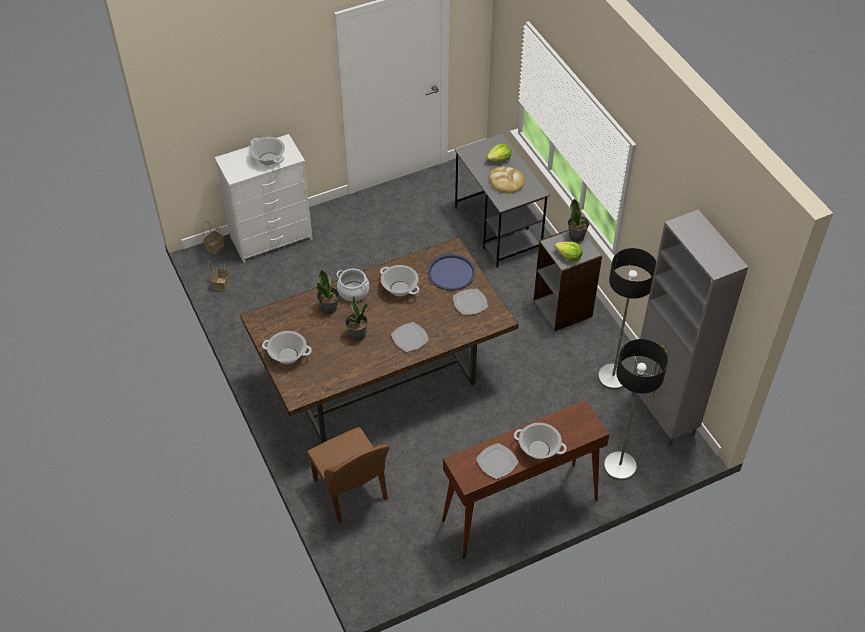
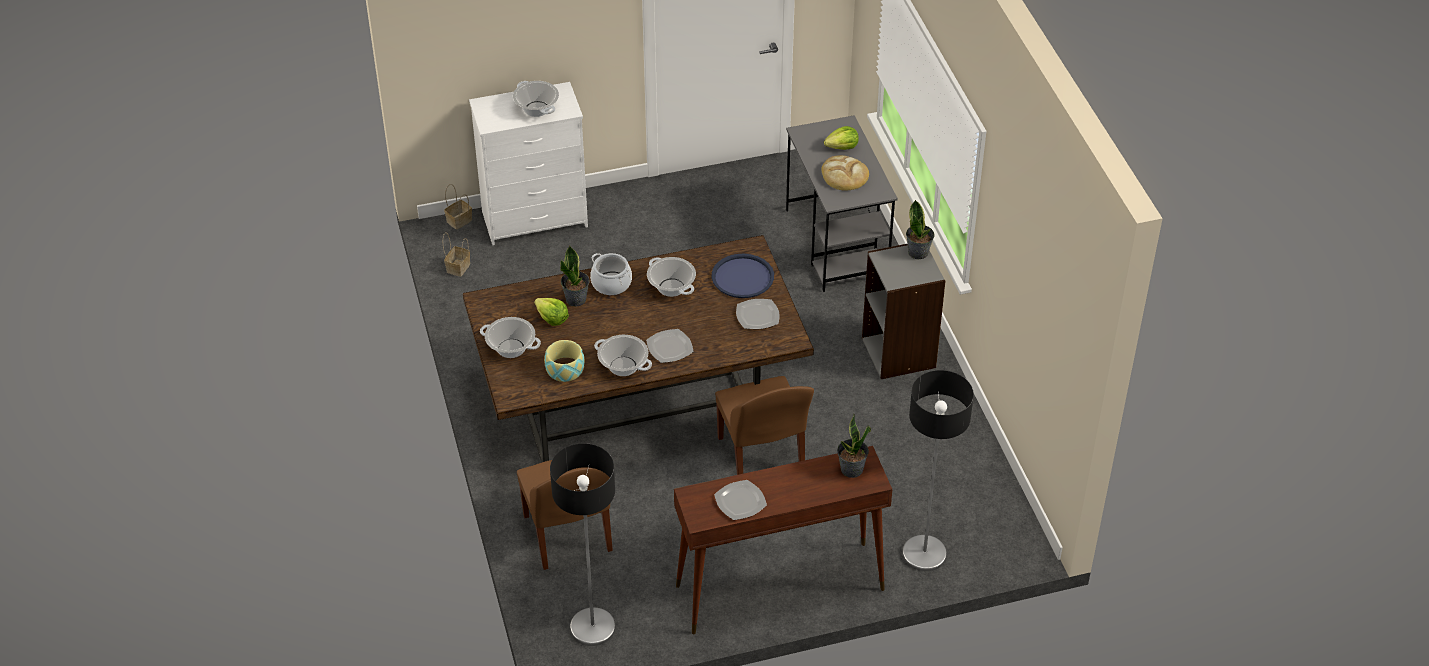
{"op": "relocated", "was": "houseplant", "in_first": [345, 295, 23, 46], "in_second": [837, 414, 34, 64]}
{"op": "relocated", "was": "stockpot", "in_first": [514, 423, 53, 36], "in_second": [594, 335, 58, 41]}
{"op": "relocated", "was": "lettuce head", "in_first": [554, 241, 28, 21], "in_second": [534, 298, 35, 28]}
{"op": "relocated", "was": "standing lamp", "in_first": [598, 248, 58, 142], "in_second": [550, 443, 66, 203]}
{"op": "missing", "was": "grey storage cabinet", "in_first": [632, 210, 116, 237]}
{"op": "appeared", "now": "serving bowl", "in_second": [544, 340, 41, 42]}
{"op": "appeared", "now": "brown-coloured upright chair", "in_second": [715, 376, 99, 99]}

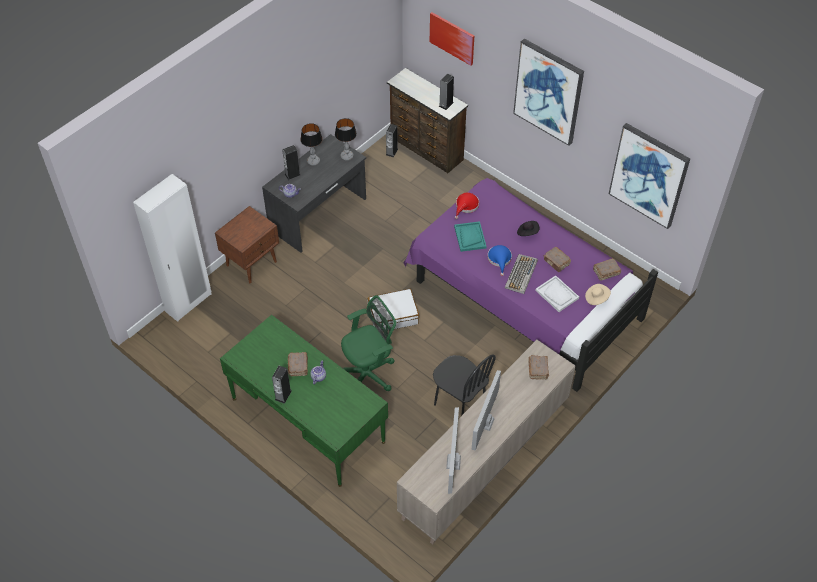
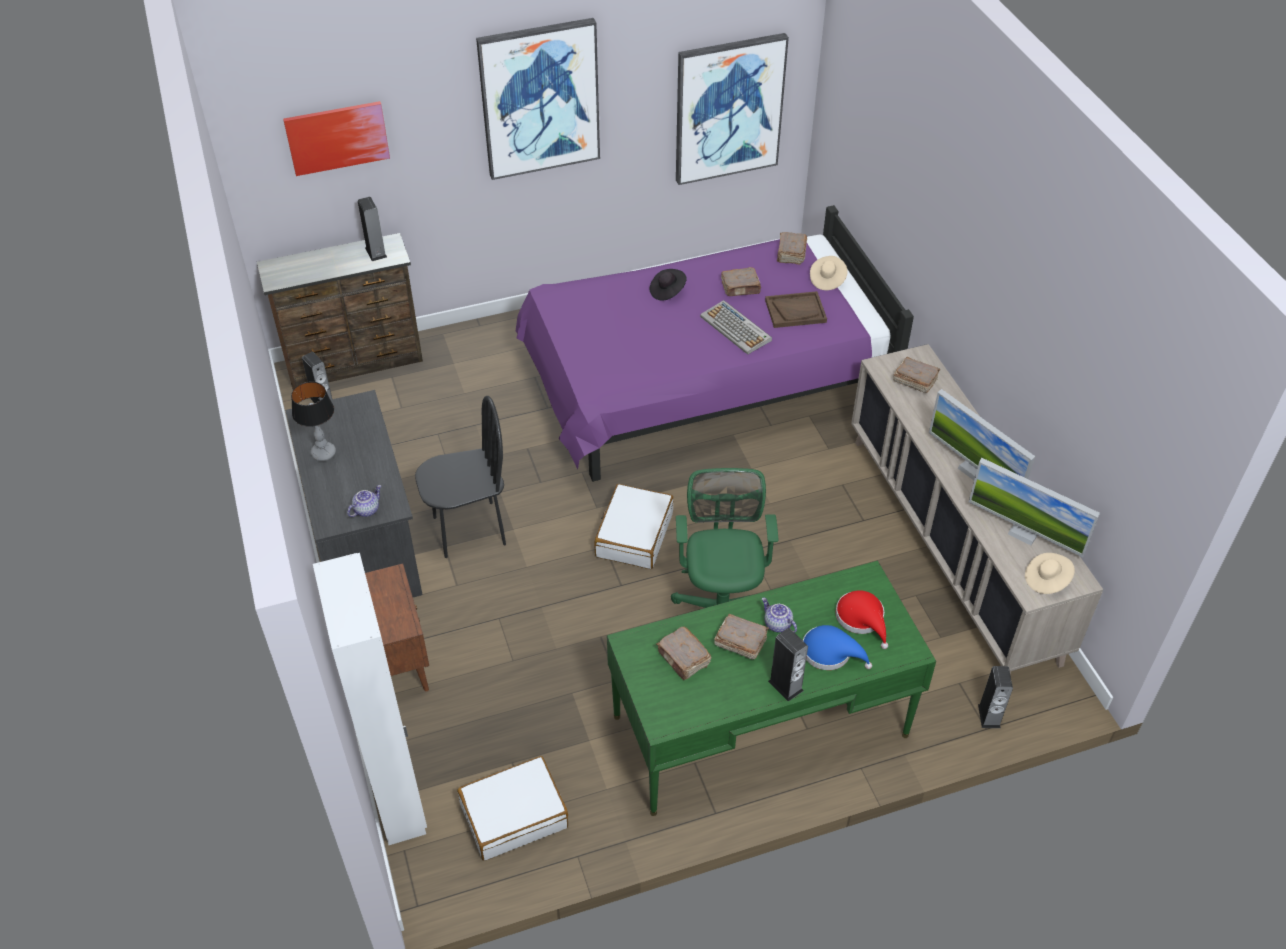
{"op": "relocated", "was": "loudspeaker", "in_first": [282, 145, 19, 35], "in_second": [978, 666, 35, 62]}
{"op": "missing", "was": "table lamp", "in_first": [335, 118, 22, 43]}
{"op": "relocated", "was": "black upright chair", "in_first": [433, 355, 63, 61], "in_second": [415, 396, 91, 162]}
{"op": "missing", "was": "turquoise carrying tray", "in_first": [454, 221, 33, 31]}
{"op": "relocated", "was": "red hat", "in_first": [455, 193, 24, 26], "in_second": [835, 590, 53, 59]}
{"op": "relocated", "was": "blue-coloured hat", "in_first": [488, 245, 24, 31], "in_second": [803, 625, 69, 45]}
{"op": "colour", "was": "white carrying tray", "now": "brown-coloured carrying tray", "in_first": [535, 275, 44, 37], "in_second": [765, 291, 62, 37]}
{"op": "appeared", "now": "white suitcase", "in_second": [457, 756, 111, 105]}
{"op": "appeared", "now": "brown-coloured volume", "in_second": [656, 626, 55, 54]}
{"op": "appeared", "now": "beige hat", "in_second": [1025, 553, 50, 41]}

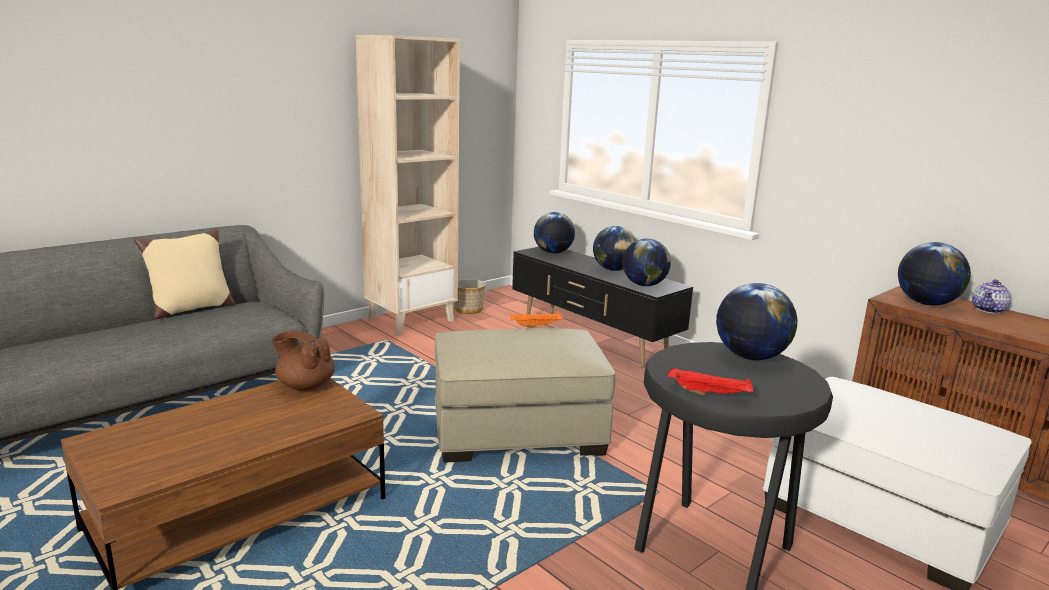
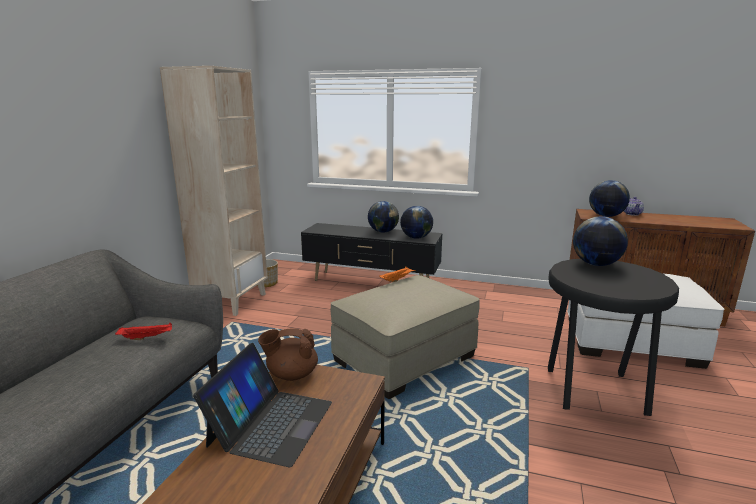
{"op": "missing", "was": "beige cushion", "in_first": [134, 229, 101, 90]}
{"op": "missing", "was": "globe", "in_first": [534, 212, 41, 42]}
{"op": "relocated", "was": "red carrying tray", "in_first": [668, 368, 85, 28], "in_second": [115, 322, 57, 18]}
{"op": "appeared", "now": "laptop", "in_second": [193, 343, 139, 125]}

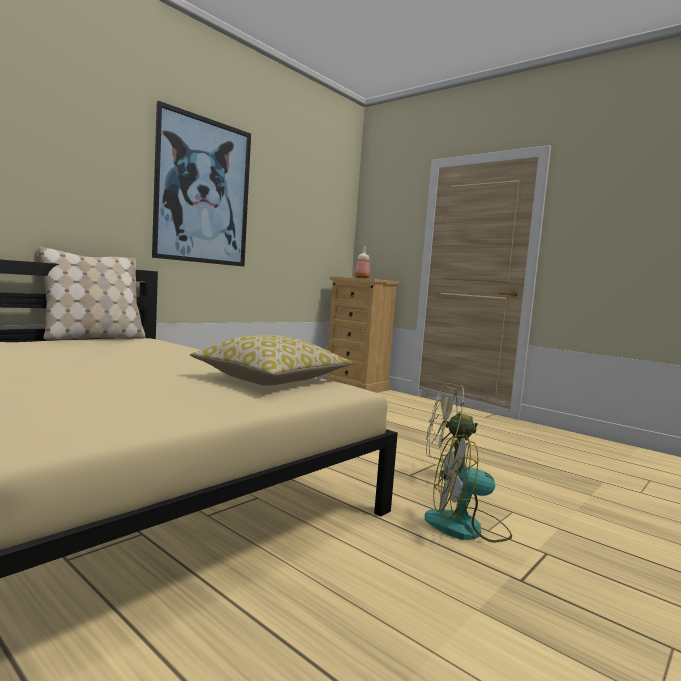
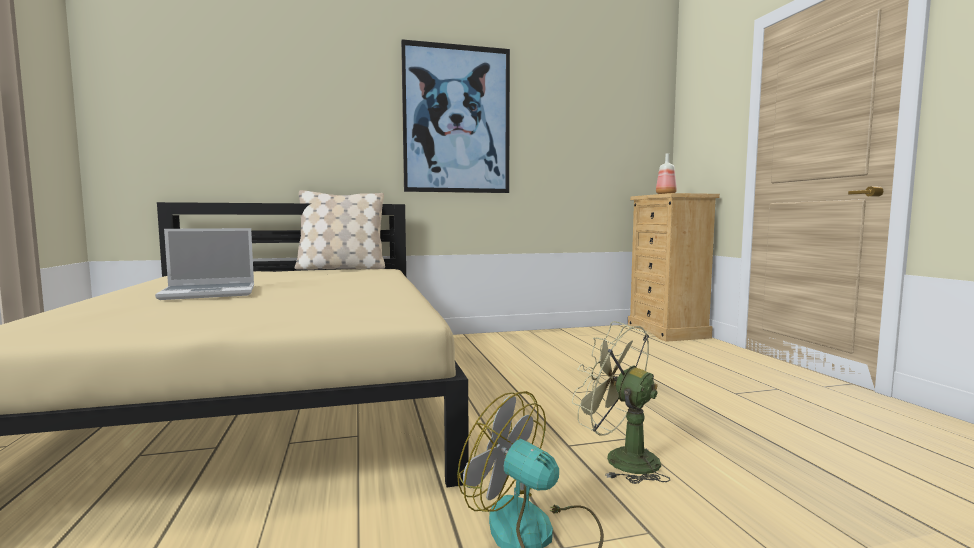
{"op": "missing", "was": "cushion", "in_first": [190, 335, 162, 51]}
{"op": "appeared", "now": "laptop", "in_second": [155, 228, 99, 72]}

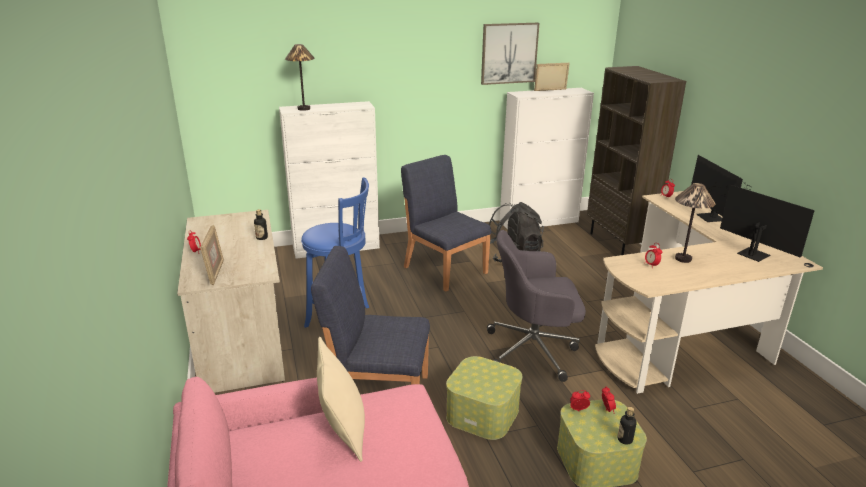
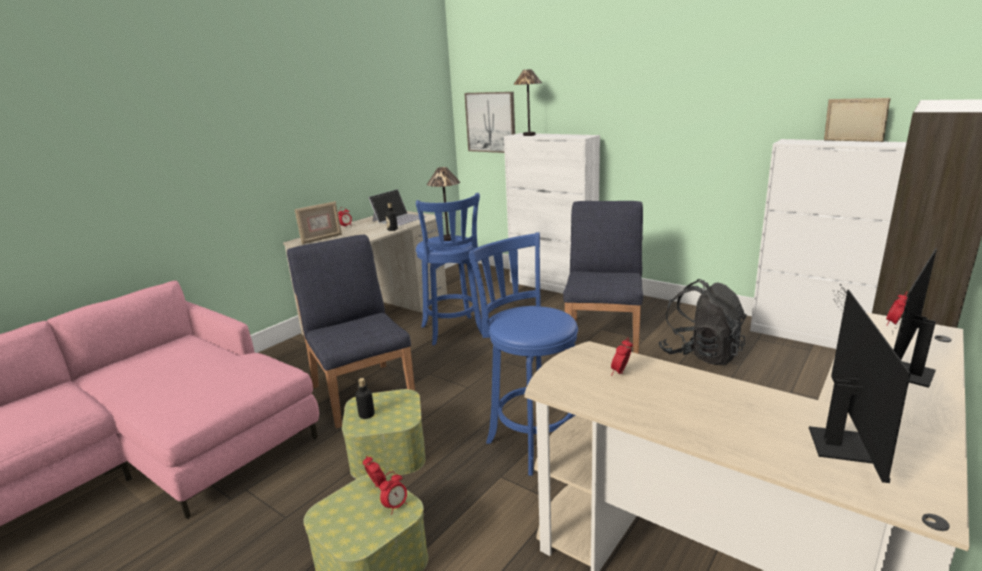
{"op": "missing", "was": "beige cushion", "in_first": [317, 337, 48, 125]}
{"op": "relocated", "was": "wall picture", "in_first": [481, 23, 58, 62], "in_second": [464, 92, 51, 61]}
{"op": "exchanged", "was": "grey office chair", "now": "blue-coloured stool seat", "in_first": [487, 230, 99, 152], "in_second": [469, 232, 109, 244]}
{"op": "relocated", "was": "beverage bottle", "in_first": [618, 407, 19, 38], "in_second": [356, 378, 19, 41]}
{"op": "relocated", "was": "table lamp", "in_first": [675, 183, 41, 80], "in_second": [427, 167, 33, 74]}
{"op": "appeared", "now": "laptop", "in_second": [368, 189, 59, 37]}

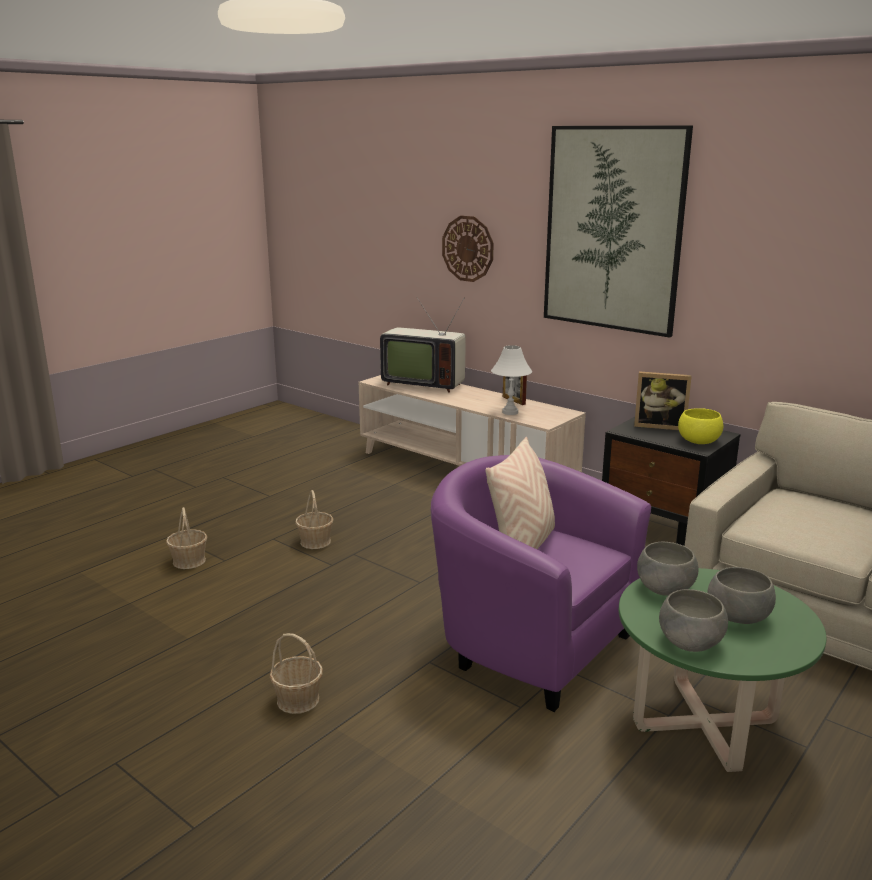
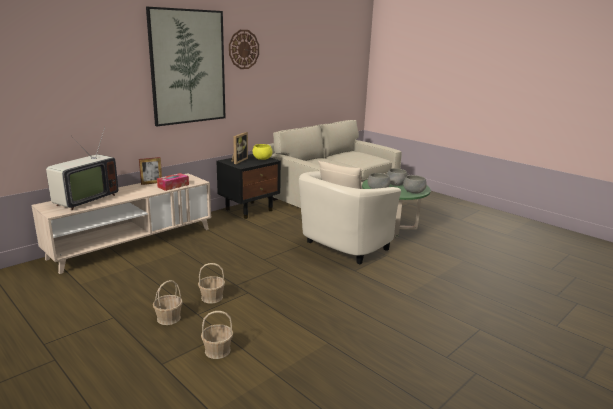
{"op": "relocated", "was": "basket", "in_first": [270, 633, 53, 81], "in_second": [153, 280, 30, 45]}
{"op": "colour", "was": "purple-coloured lounge chair", "now": "beige lounge chair", "in_first": [431, 455, 220, 257], "in_second": [299, 171, 102, 94]}
{"op": "relocated", "was": "wall clock", "in_first": [442, 216, 52, 66], "in_second": [229, 30, 30, 39]}
{"op": "exchanged", "was": "white table lamp", "now": "tissue box", "in_first": [491, 345, 41, 70], "in_second": [157, 173, 32, 18]}

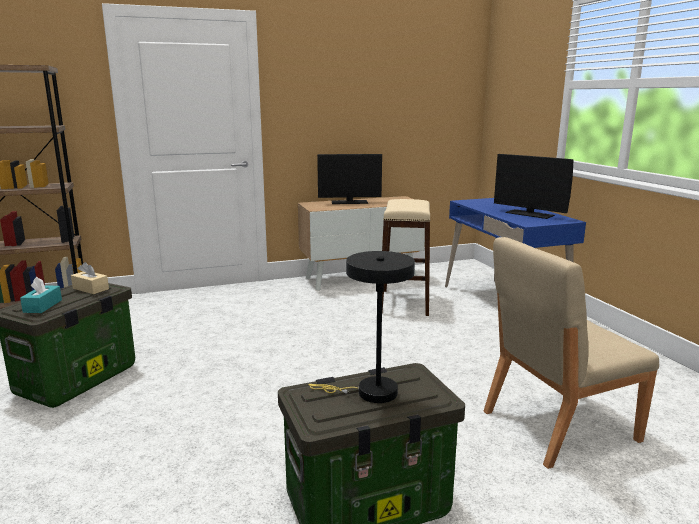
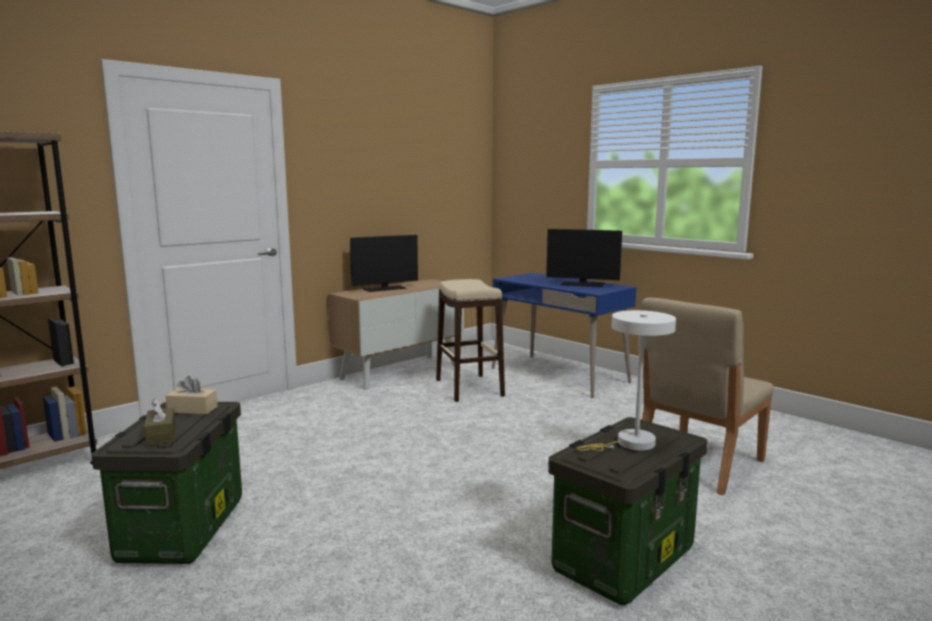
{"op": "colour", "was": "turquoise tissue box", "now": "brown-coloured tissue box", "in_first": [20, 277, 42, 36], "in_second": [144, 398, 32, 48]}
{"op": "colour", "was": "black table lamp", "now": "white table lamp", "in_first": [308, 251, 107, 152], "in_second": [576, 310, 100, 141]}

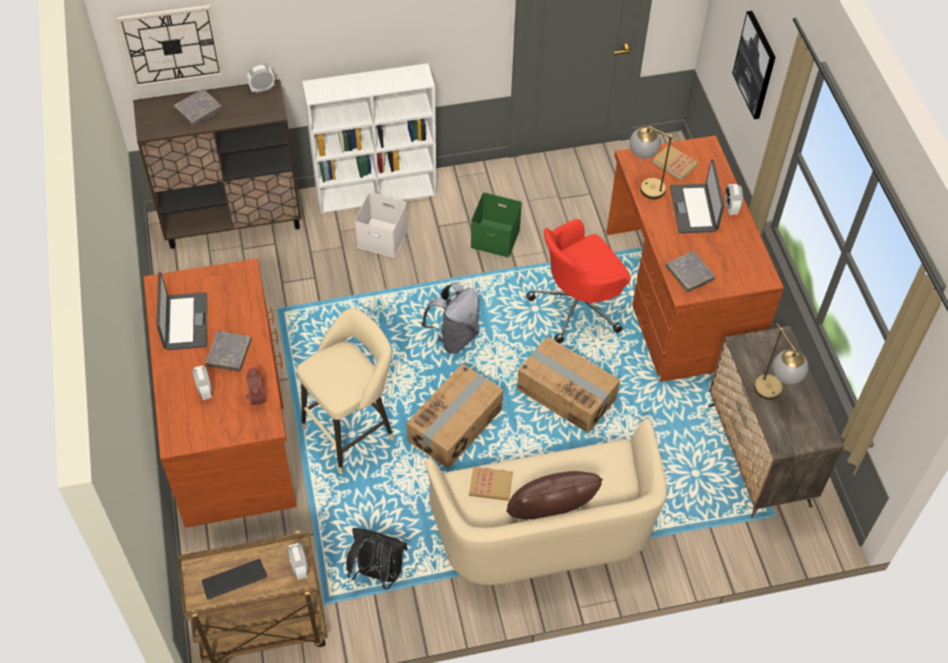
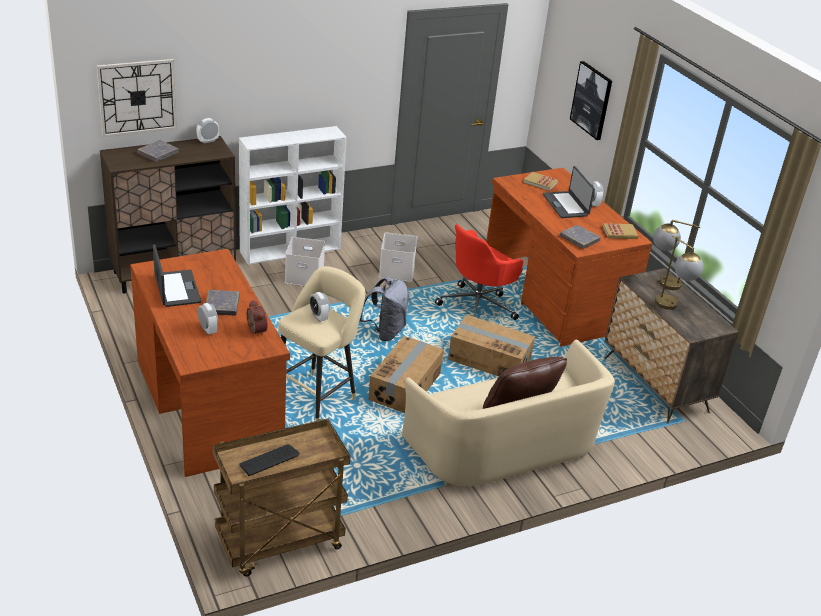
{"op": "relocated", "was": "bedside clock", "in_first": [287, 543, 21, 37], "in_second": [310, 292, 20, 30]}
{"op": "missing", "was": "black knapsack", "in_first": [346, 528, 62, 61]}
{"op": "relocated", "was": "volume", "in_first": [469, 467, 44, 34], "in_second": [603, 223, 36, 16]}
{"op": "colour", "was": "greenish storage container", "now": "white storage container", "in_first": [471, 193, 51, 64], "in_second": [379, 232, 38, 50]}
{"op": "relocated", "was": "table lamp", "in_first": [629, 126, 49, 73], "in_second": [653, 220, 47, 70]}

